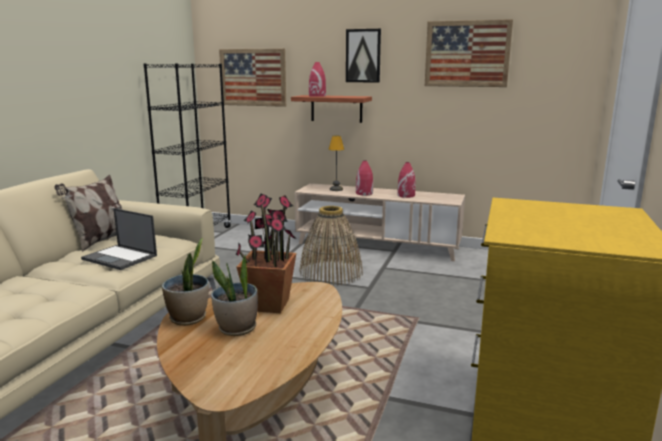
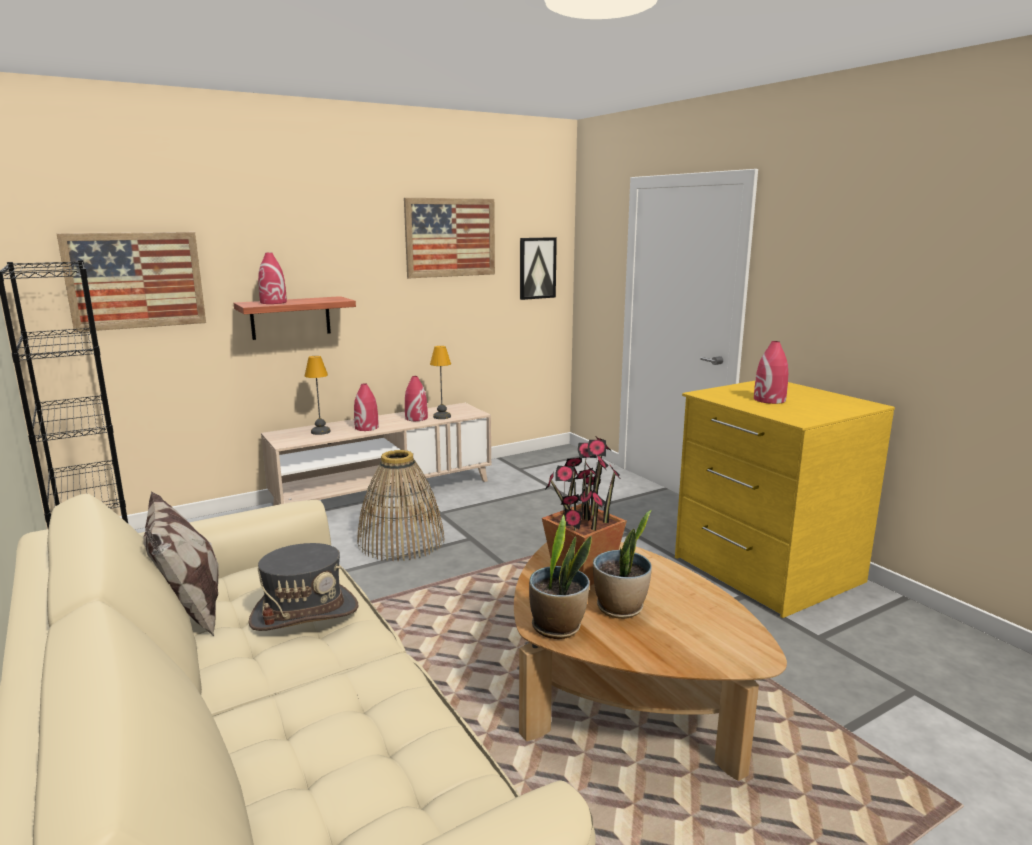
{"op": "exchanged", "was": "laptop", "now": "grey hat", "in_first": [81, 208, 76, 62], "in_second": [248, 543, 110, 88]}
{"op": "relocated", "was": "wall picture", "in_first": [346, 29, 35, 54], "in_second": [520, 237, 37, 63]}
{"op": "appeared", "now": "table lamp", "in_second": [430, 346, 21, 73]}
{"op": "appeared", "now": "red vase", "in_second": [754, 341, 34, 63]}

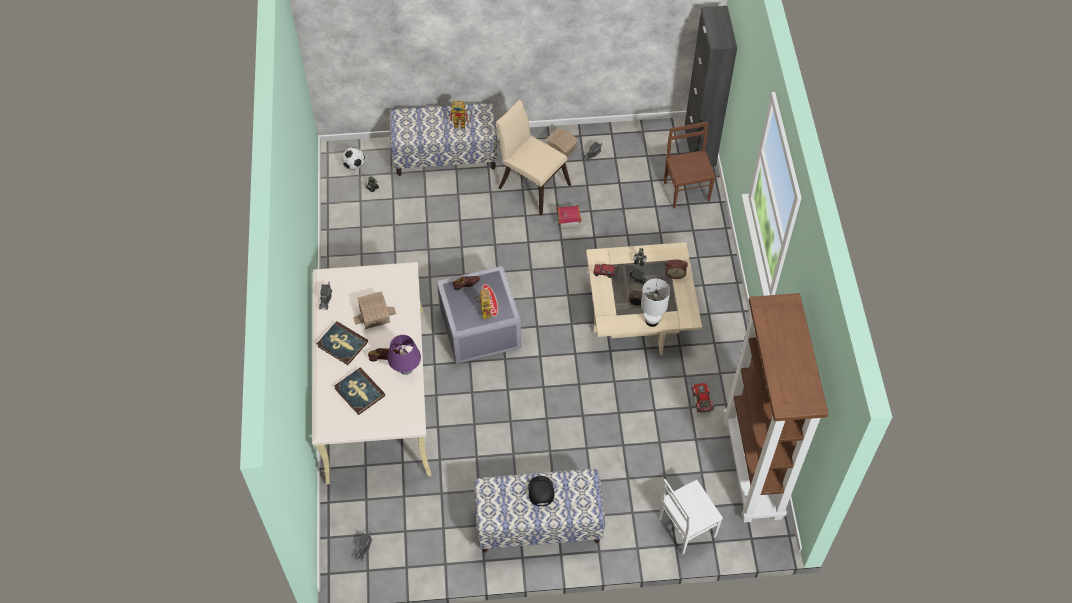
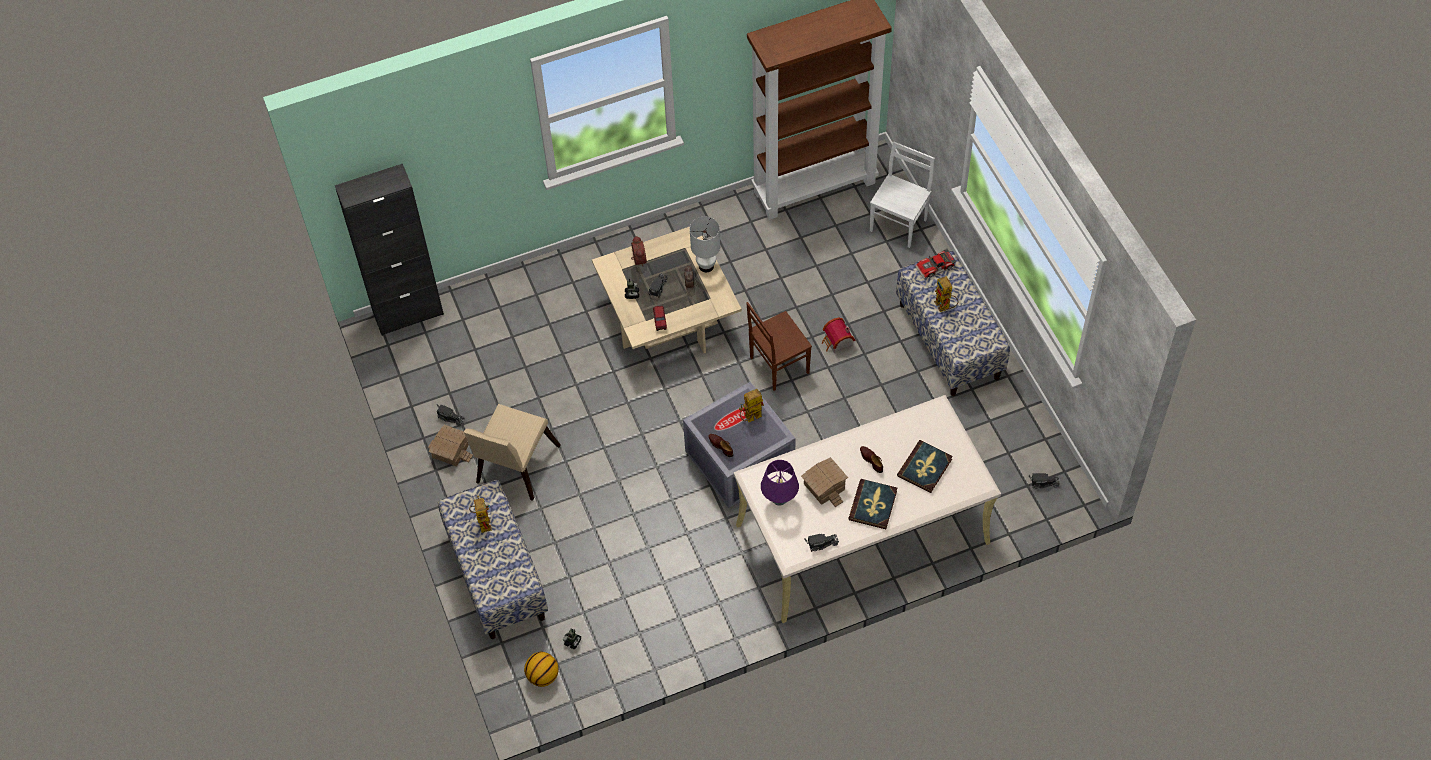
{"op": "exchanged", "was": "football", "now": "basketball ball", "in_first": [342, 147, 23, 23], "in_second": [524, 652, 35, 35]}
{"op": "relocated", "was": "purple-coloured table lamp", "in_first": [388, 335, 33, 40], "in_second": [761, 460, 38, 46]}
{"op": "exchanged", "was": "black baseball cap", "now": "toy robot", "in_first": [528, 476, 26, 30], "in_second": [934, 276, 25, 36]}
{"op": "relocated", "was": "miniature house", "in_first": [557, 205, 24, 24], "in_second": [822, 317, 33, 36]}
{"op": "spun", "was": "white upright chair", "in_first": [659, 479, 64, 76], "in_second": [870, 141, 65, 107], "clockwise": -105}
{"op": "relocated", "was": "brown-coloured upright chair", "in_first": [664, 122, 52, 86], "in_second": [746, 302, 66, 89]}
{"op": "relocated", "was": "miniature car", "in_first": [691, 383, 23, 30], "in_second": [916, 248, 40, 31]}

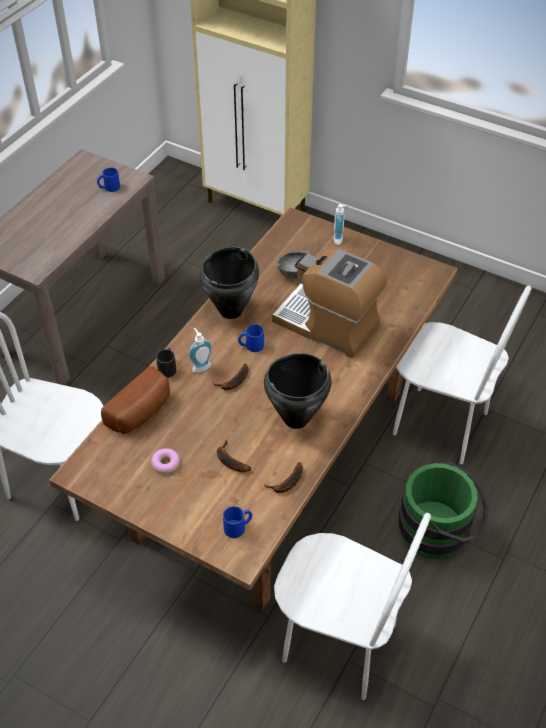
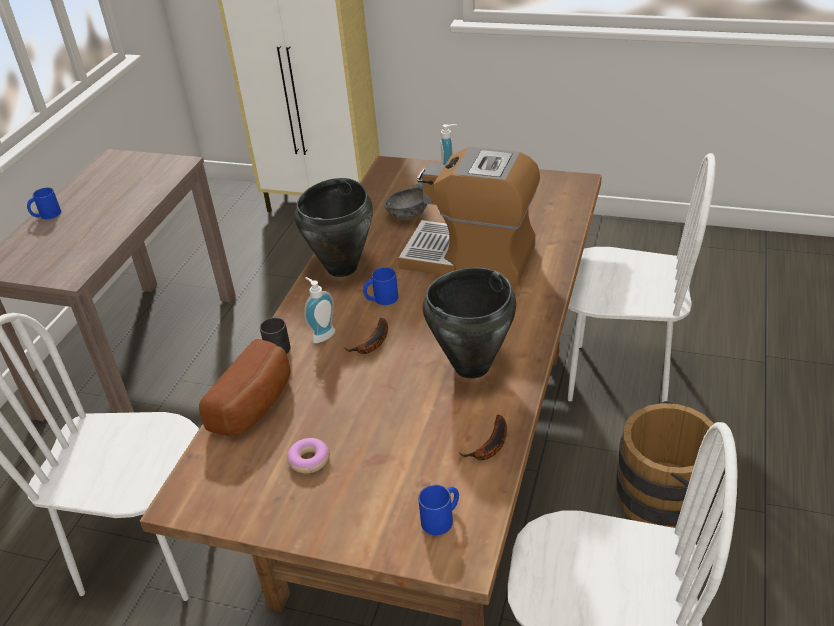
{"op": "relocated", "was": "blue-coloured mug", "in_first": [97, 167, 23, 25], "in_second": [27, 187, 34, 32]}
{"op": "missing", "was": "banana fruit", "in_first": [217, 440, 34, 33]}
{"op": "colour", "was": "greenish bucket", "now": "brown-coloured bucket", "in_first": [399, 462, 89, 97], "in_second": [616, 401, 122, 127]}

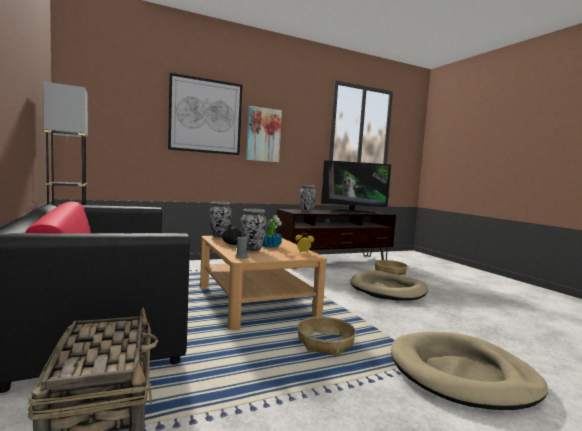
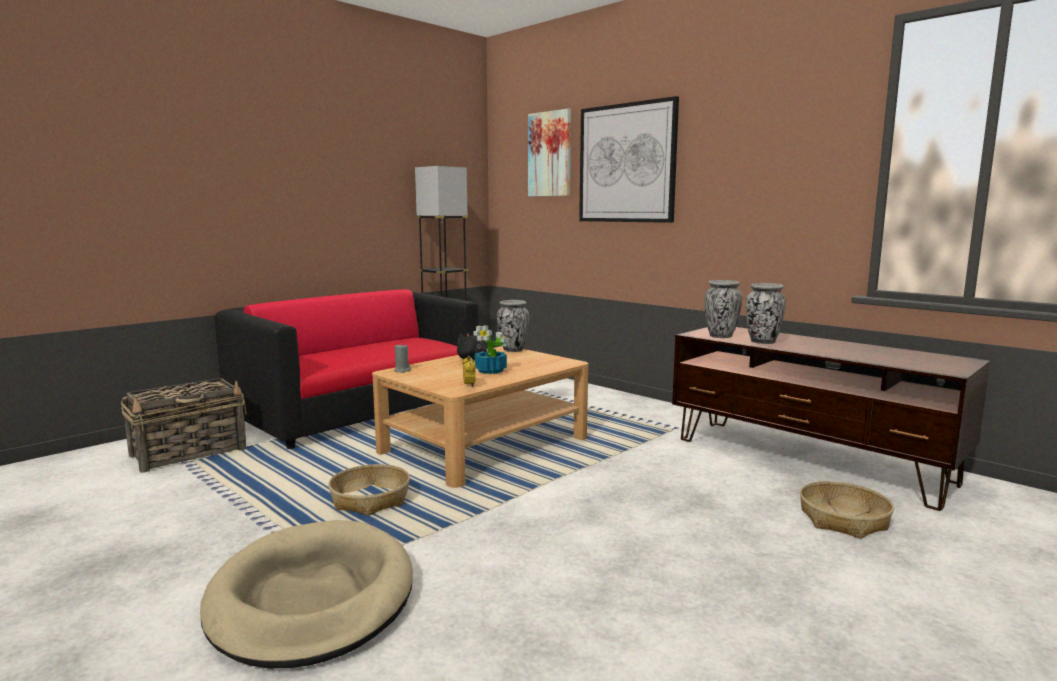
{"op": "relocated", "was": "vase", "in_first": [240, 209, 27, 42], "in_second": [746, 283, 40, 61]}
{"op": "relocated", "was": "wall picture", "in_first": [246, 106, 36, 56], "in_second": [528, 109, 43, 88]}
{"op": "missing", "was": "TV set", "in_first": [321, 160, 70, 54]}
{"op": "missing", "was": "beige dog cushion", "in_first": [350, 270, 78, 31]}

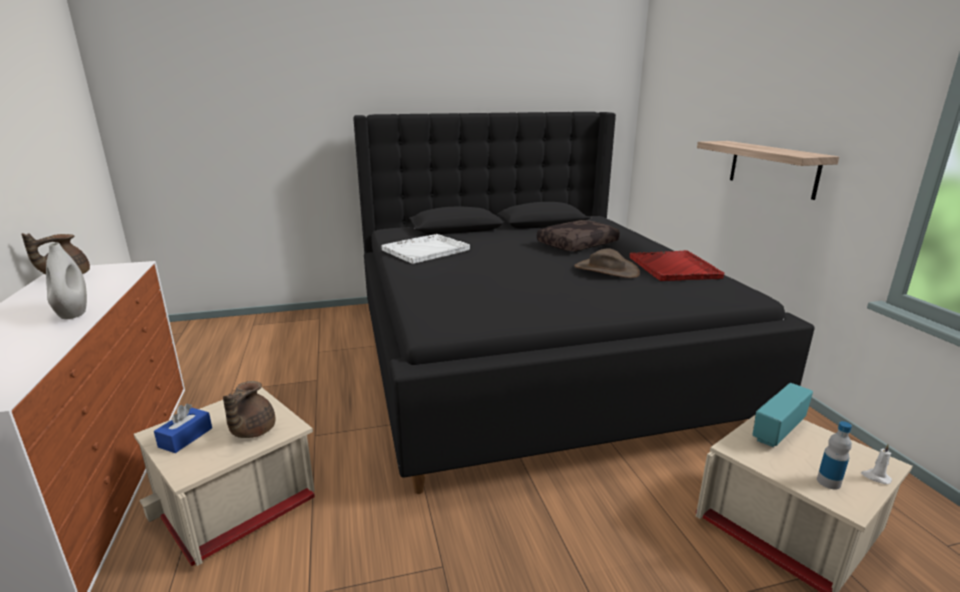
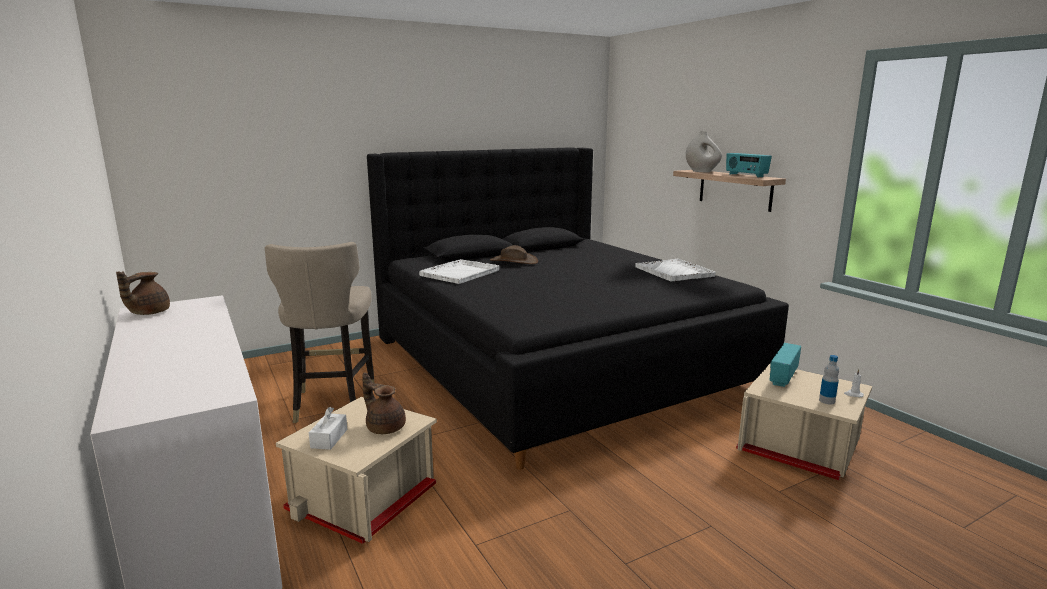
{"op": "relocated", "was": "white vase", "in_first": [46, 242, 41, 77], "in_second": [686, 131, 36, 41]}
{"op": "colour", "was": "blue-coloured tissue box", "now": "white tissue box", "in_first": [154, 404, 58, 49], "in_second": [309, 407, 38, 43]}
{"op": "spun", "was": "brown-coloured teapot", "in_first": [223, 381, 52, 57], "in_second": [362, 373, 44, 61], "clockwise": 135}
{"op": "missing", "was": "brown-coloured cushion", "in_first": [537, 220, 83, 32]}
{"op": "relocated", "was": "brown-coloured hat", "in_first": [574, 249, 66, 29], "in_second": [490, 245, 48, 19]}
{"op": "colour", "was": "red carrying tray", "now": "white carrying tray", "in_first": [630, 250, 94, 31], "in_second": [635, 259, 81, 22]}
{"op": "appeared", "now": "beige stool seat", "in_second": [265, 242, 110, 181]}
{"op": "appeared", "now": "radio set", "in_second": [726, 153, 46, 24]}

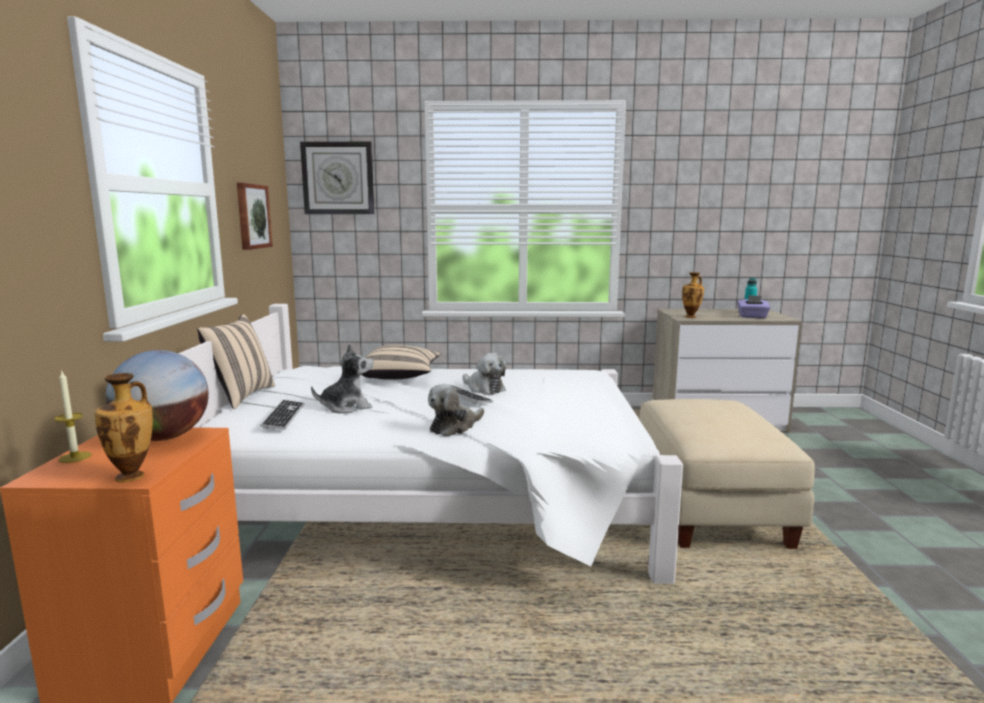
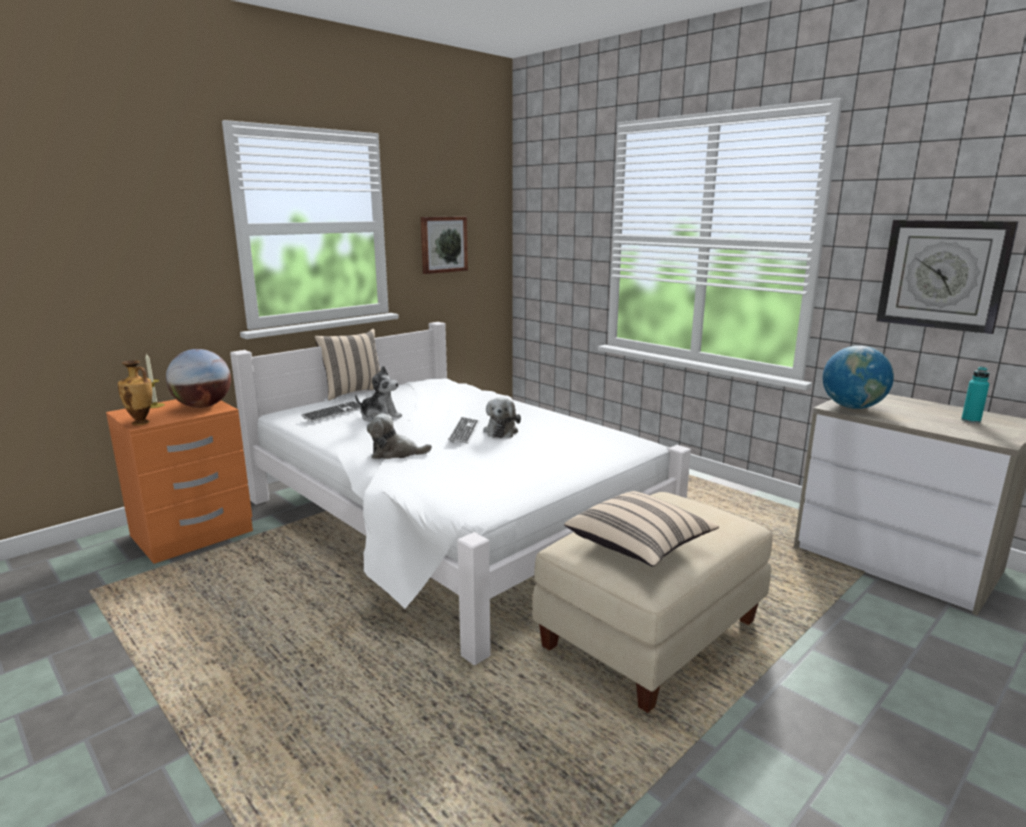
{"op": "relocated", "was": "wall clock", "in_first": [300, 141, 75, 73], "in_second": [876, 220, 143, 114]}
{"op": "relocated", "was": "beige cushion", "in_first": [361, 345, 79, 35], "in_second": [564, 491, 155, 75]}
{"op": "exchanged", "was": "vase", "now": "globe", "in_first": [682, 272, 22, 46], "in_second": [823, 346, 71, 63]}
{"op": "missing", "was": "purple-coloured tissue box", "in_first": [737, 295, 33, 23]}

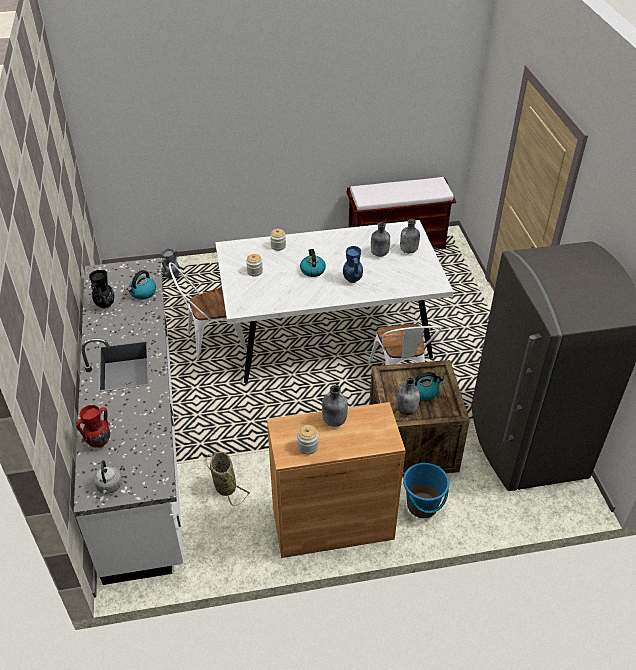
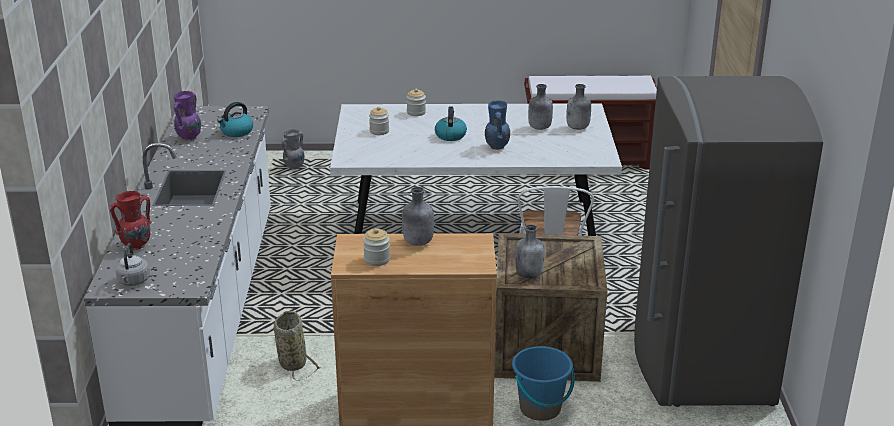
{"op": "colour", "was": "black vase", "now": "purple-coloured vase", "in_first": [89, 270, 25, 39], "in_second": [173, 91, 28, 50]}
{"op": "missing", "was": "white upright chair", "in_first": [169, 262, 78, 99]}
{"op": "missing", "was": "tea kettle", "in_first": [414, 372, 30, 29]}

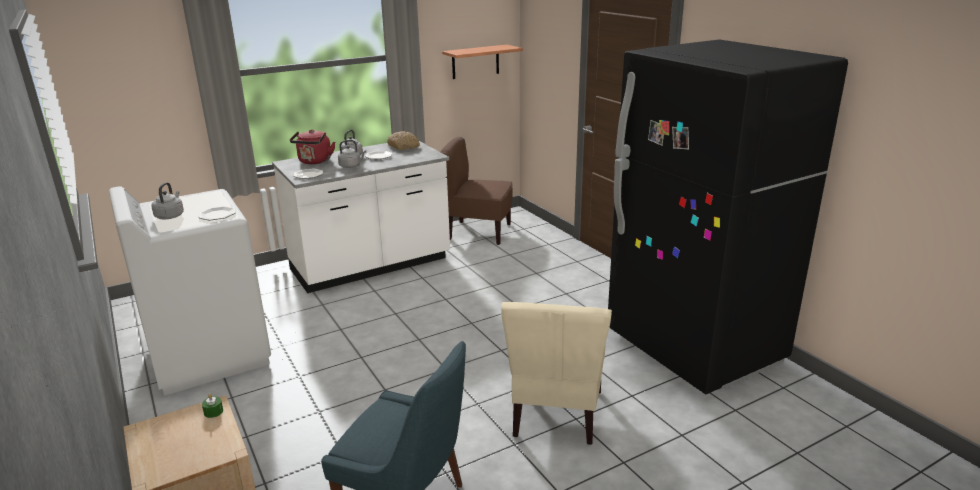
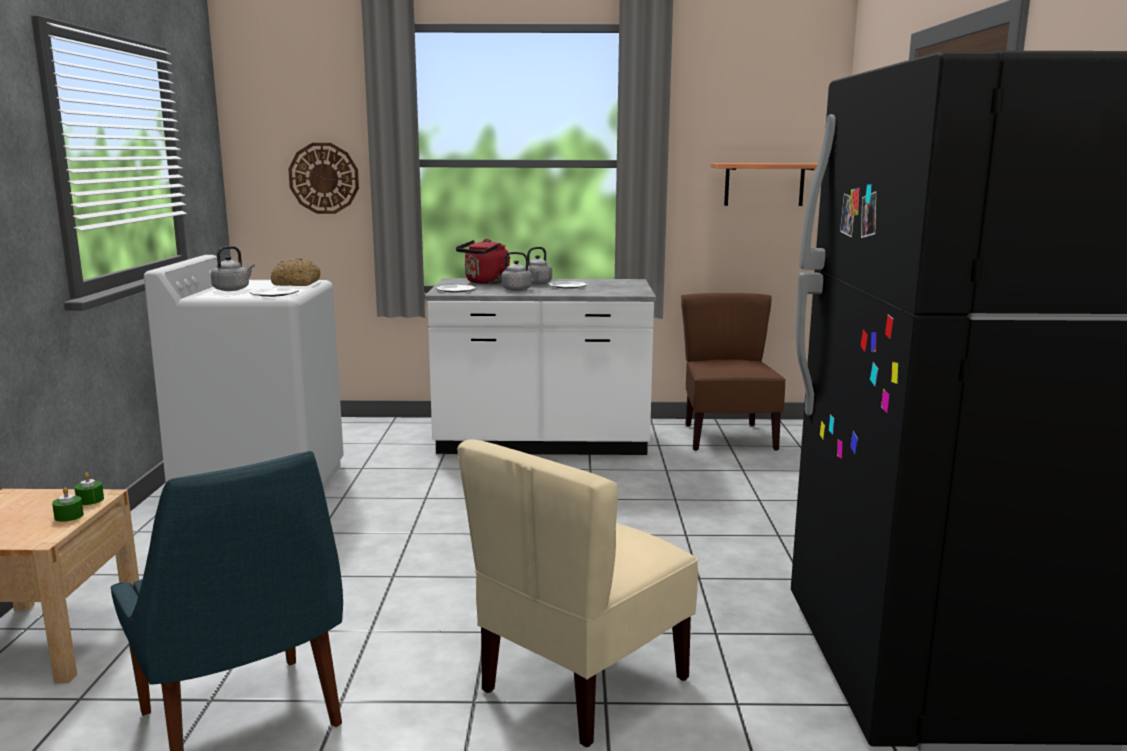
{"op": "relocated", "was": "bread", "in_first": [387, 131, 33, 19], "in_second": [271, 258, 49, 28]}
{"op": "spun", "was": "brown-coloured upright chair", "in_first": [440, 137, 73, 108], "in_second": [681, 293, 105, 158], "clockwise": 45}
{"op": "appeared", "now": "greenish candle", "in_second": [52, 487, 32, 35]}
{"op": "appeared", "now": "wall clock", "in_second": [288, 143, 71, 71]}

